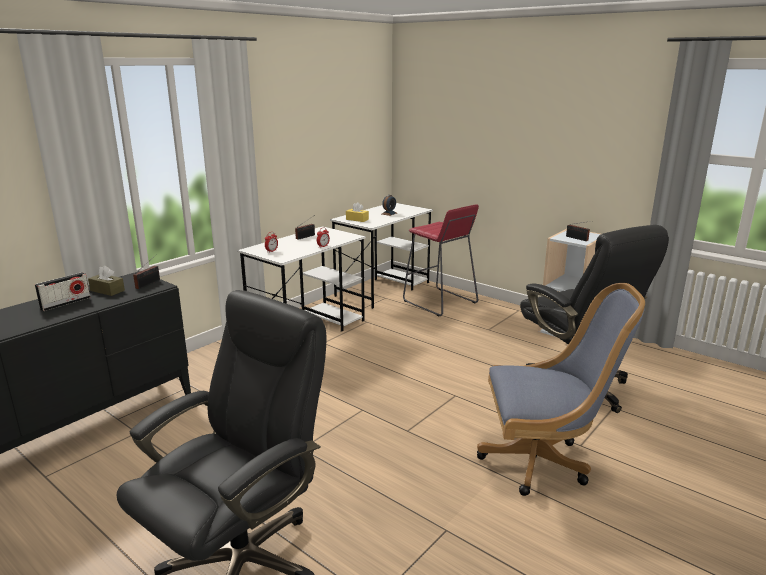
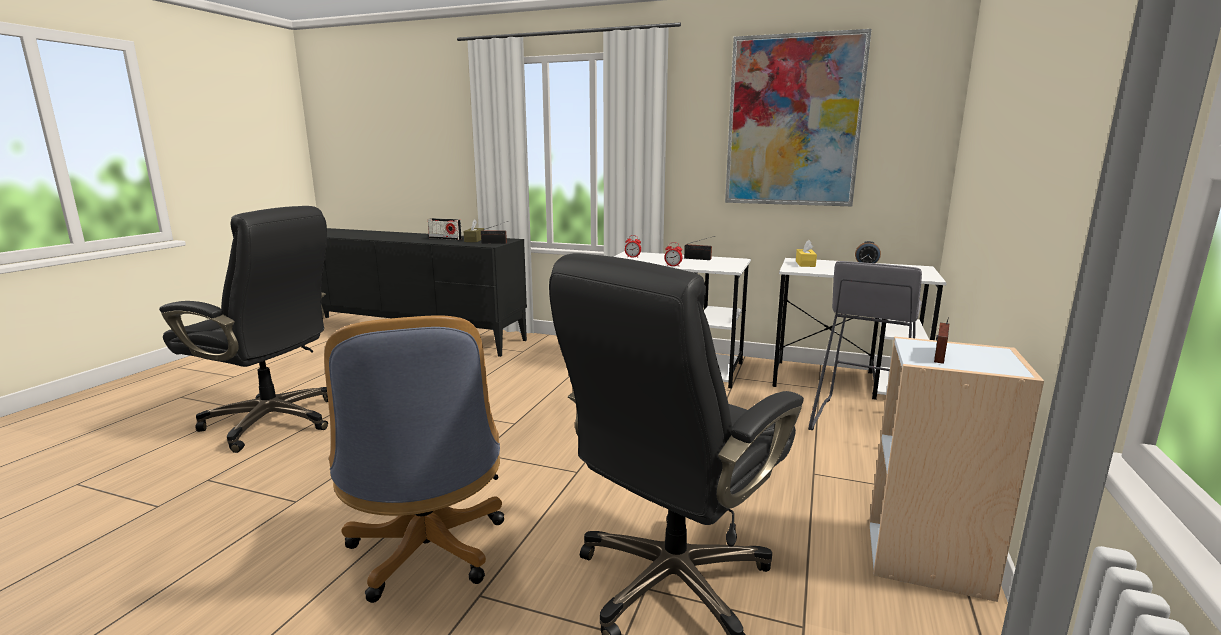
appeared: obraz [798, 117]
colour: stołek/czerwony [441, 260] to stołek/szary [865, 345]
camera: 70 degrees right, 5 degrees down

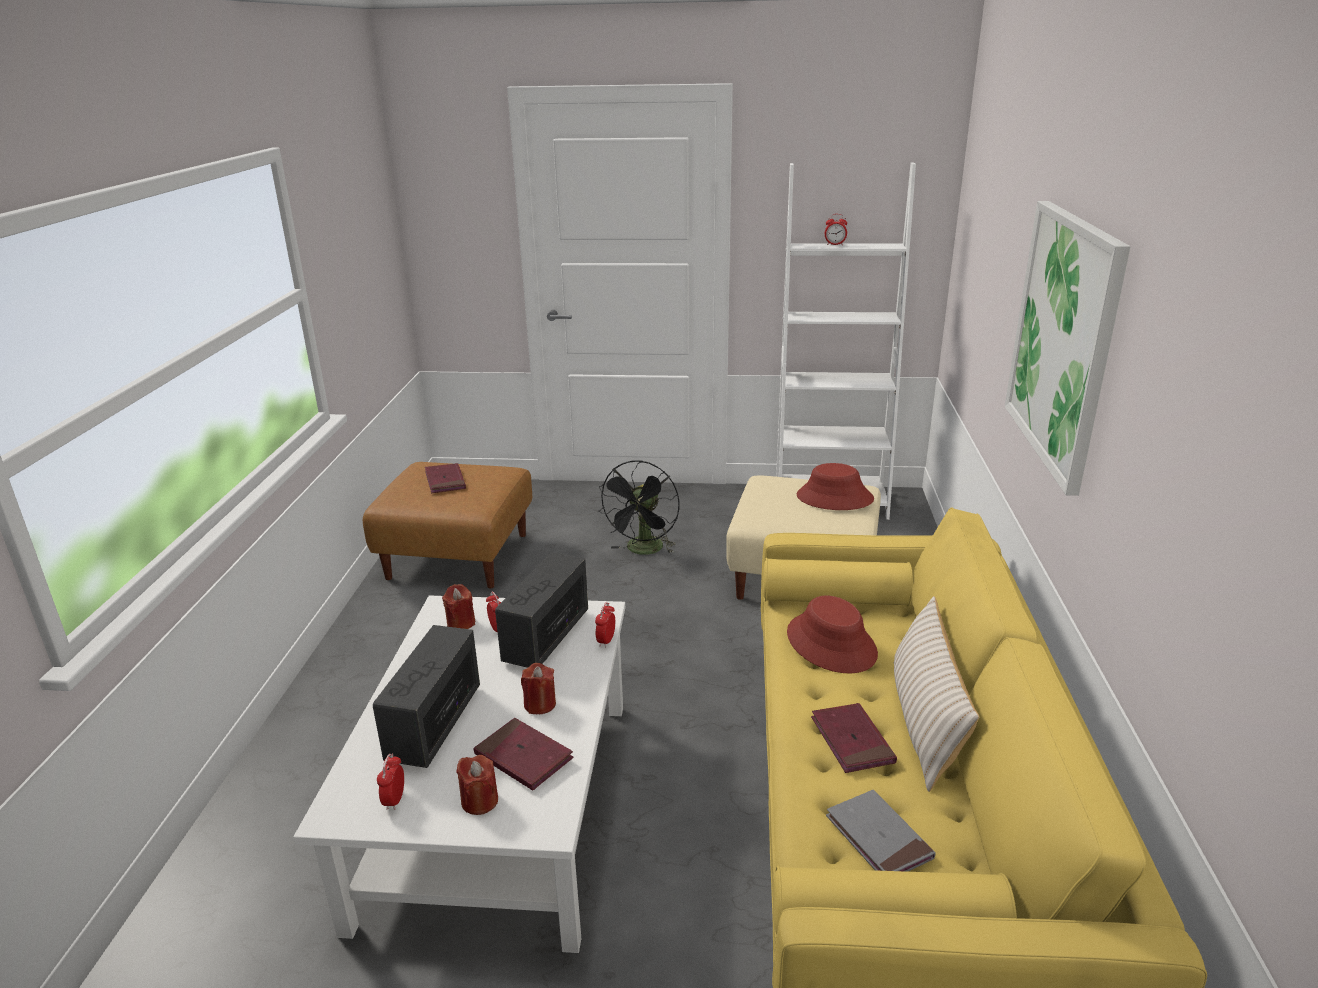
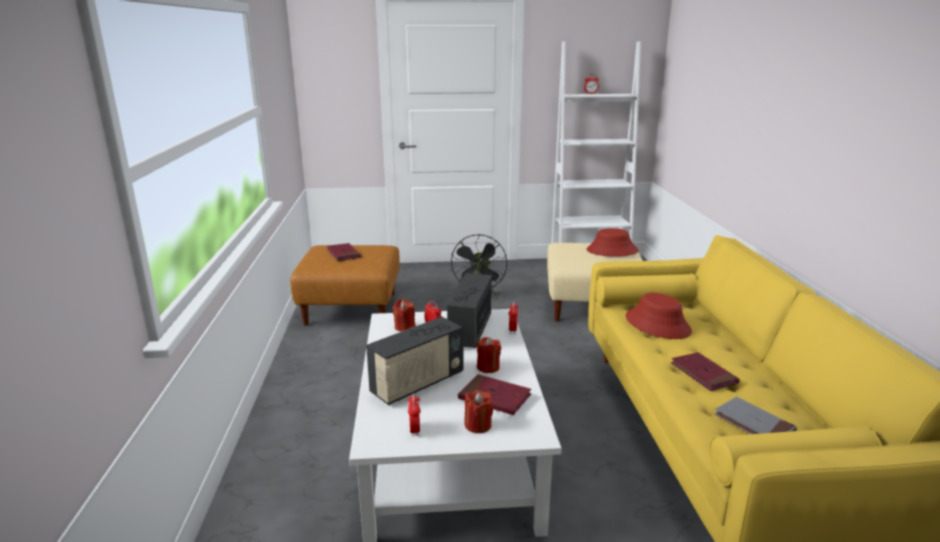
missing: obraz [1068, 348]; poduszka/beżowy [936, 694]
spun: radio [426, 696] = [415, 361] 135 degrees counterclockwise
camera: 10 degrees left, 5 degrees down

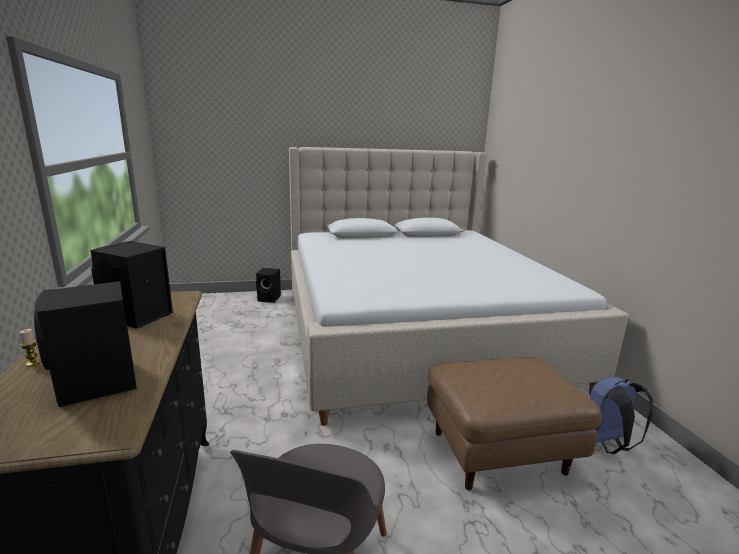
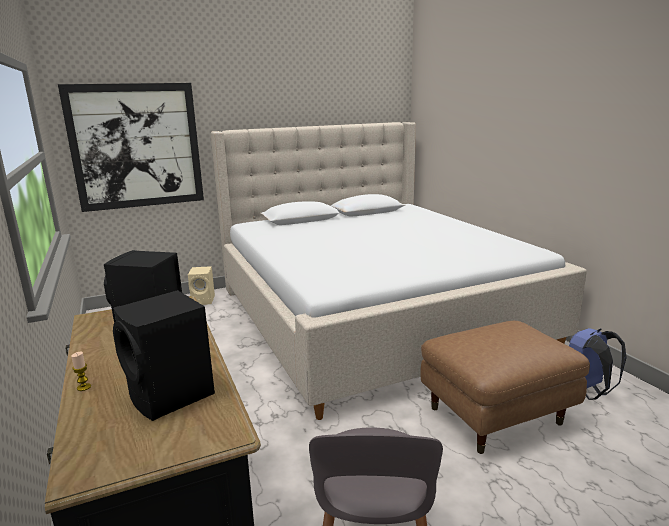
appeared: obraz [131, 147]
colour: głośnik/czarny [268, 285] to głośnik/beżowy [201, 285]
camera: 10 degrees left, 0 degrees up

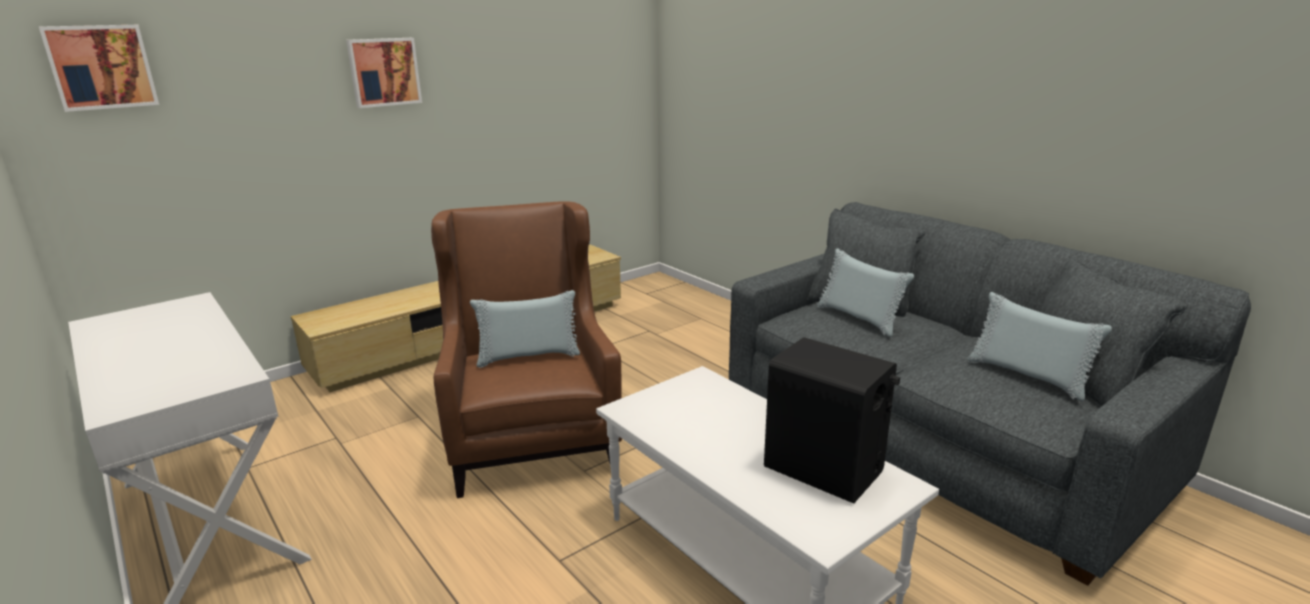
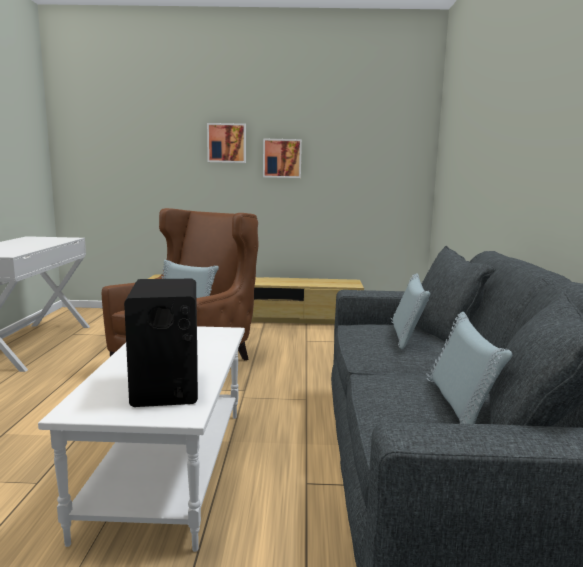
relocated: obraz [99, 68] to [282, 158]
camera: 40 degrees right, 10 degrees down

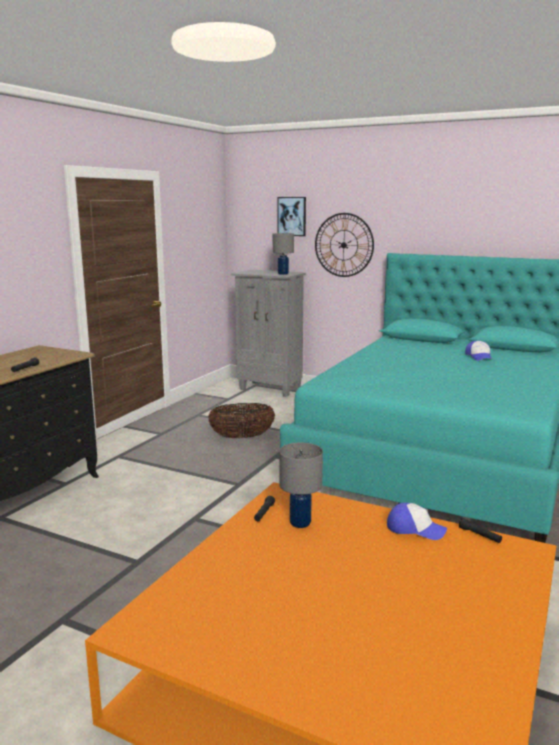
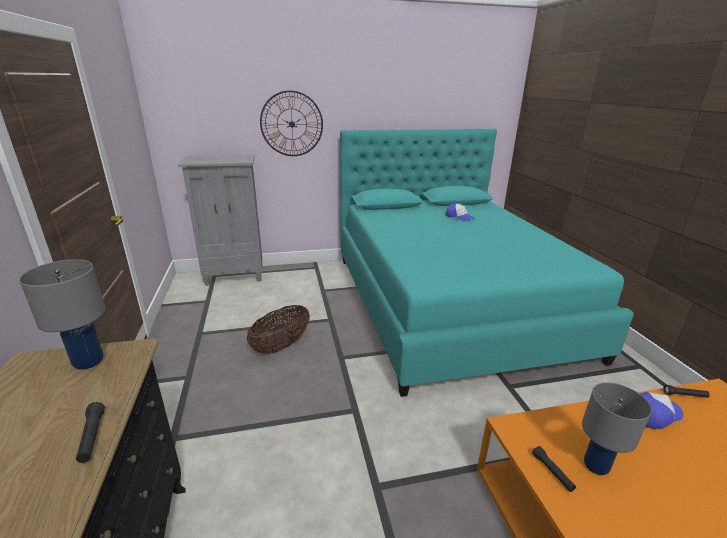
missing: obraz [291, 216]
relocated: lampa stołowa/szary [283, 254] to [62, 314]
camera: 40 degrees left, 10 degrees up

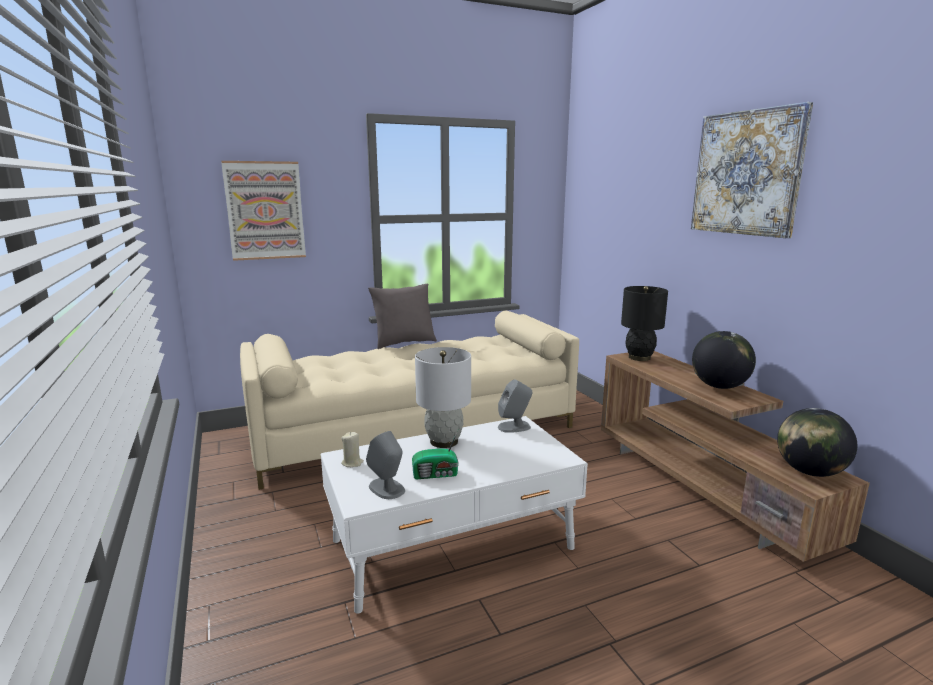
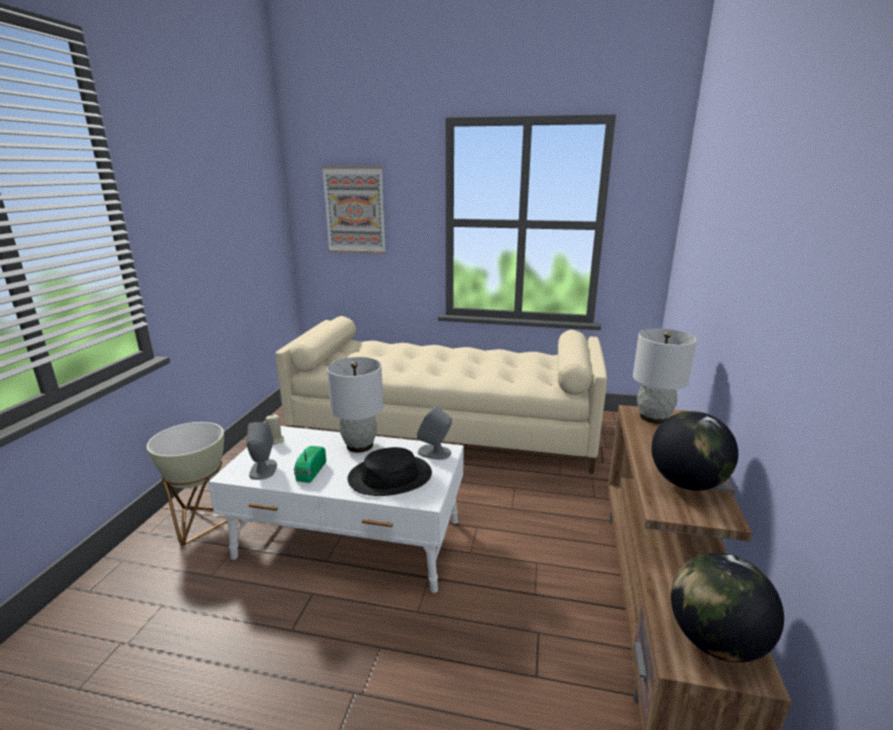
missing: obraz [752, 170]; poduszka/szary [402, 316]
appeared: donica [187, 483]; kapelusz/czarny [389, 471]
colour: lampa stołowa/czarny [644, 323] to lampa stołowa/biały [665, 376]
spun: radio [435, 454] = [310, 464] 75 degrees clockwise
camera: 35 degrees right, 5 degrees up

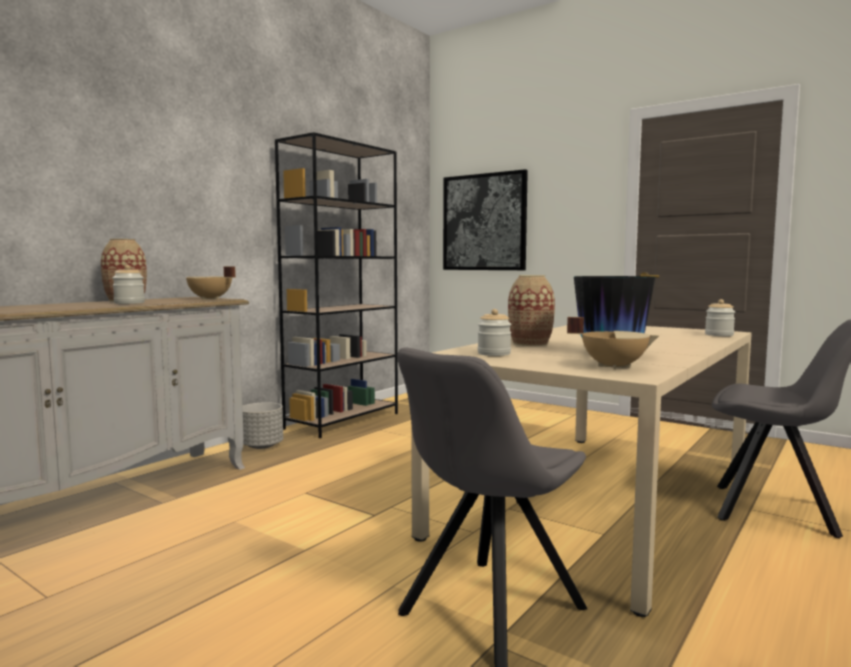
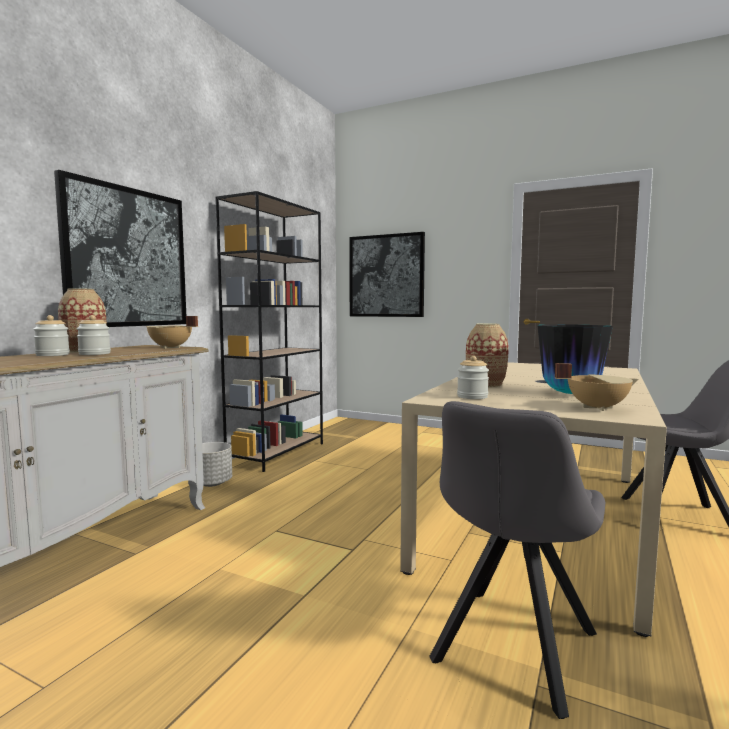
appeared: obraz [120, 248]
relocated: słoik [720, 317] to [51, 335]
camera: 10 degrees left, 0 degrees up

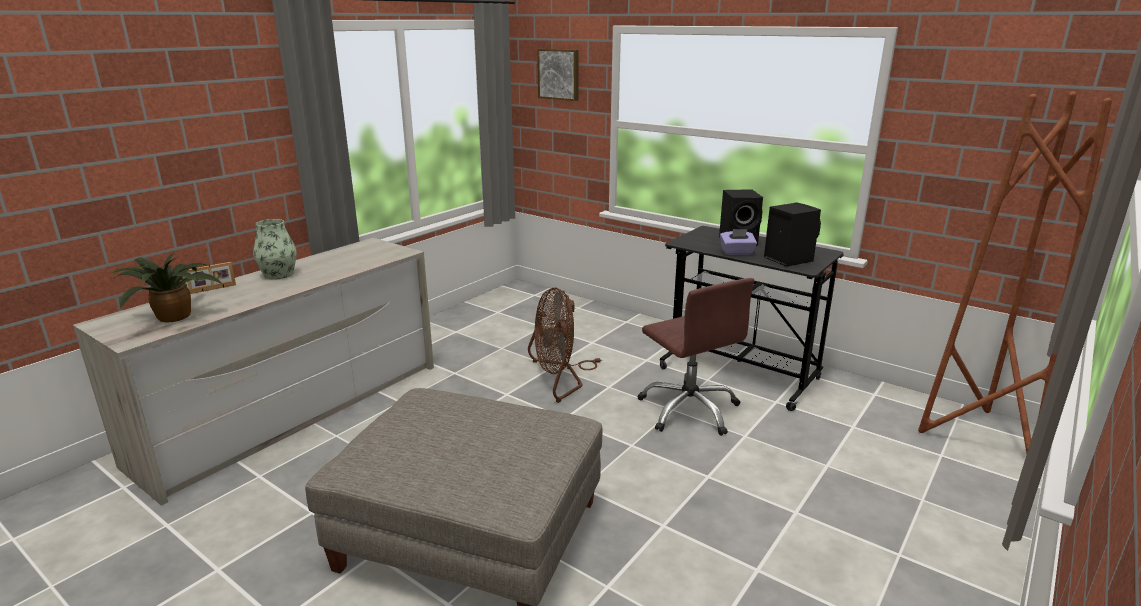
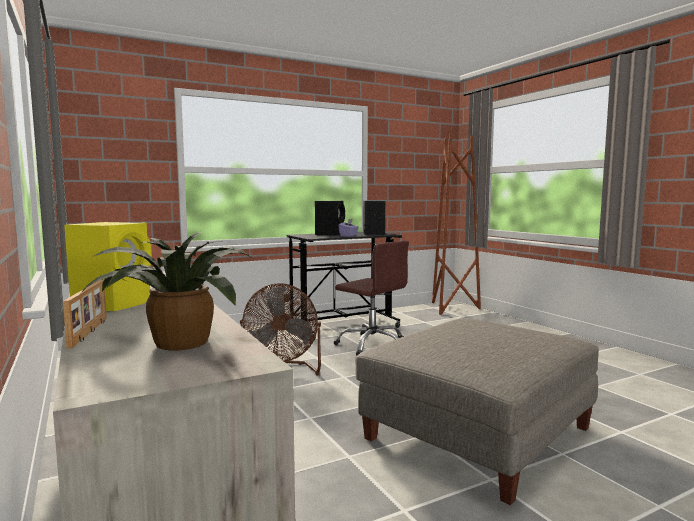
missing: obraz [558, 75]
exchanged: wazon [275, 249] to głośnik/żółty [108, 266]
spun: krzesło biurowe/brązowy [695, 357] = [371, 298] 45 degrees clockwise
camera: 65 degrees left, 15 degrees down

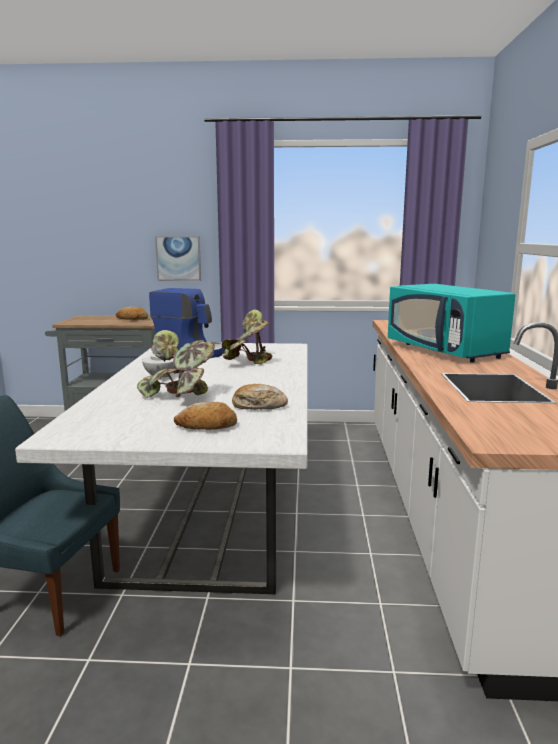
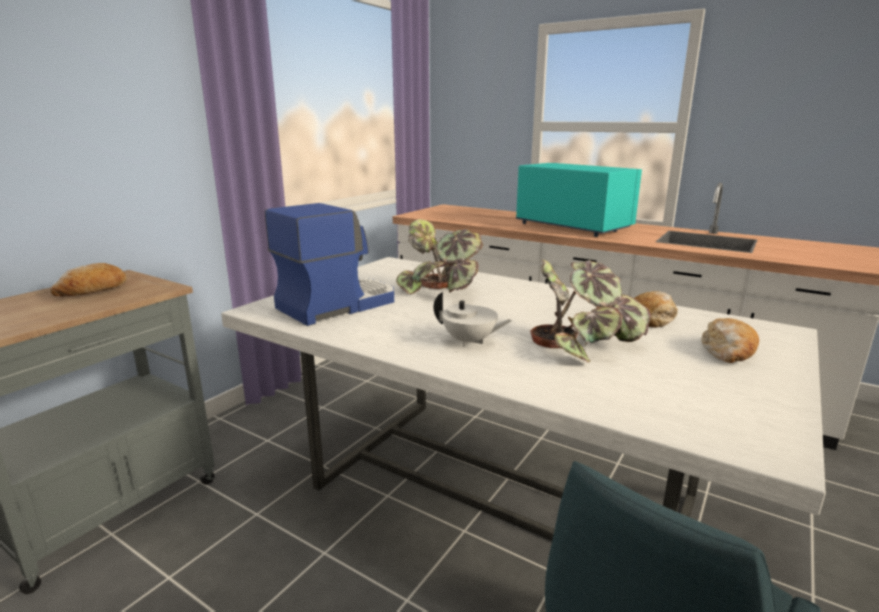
missing: obraz [178, 258]
spun: mikrofalówka/turkusowy [451, 323] = [579, 200] 135 degrees counterclockwise
camera: 60 degrees left, 5 degrees up

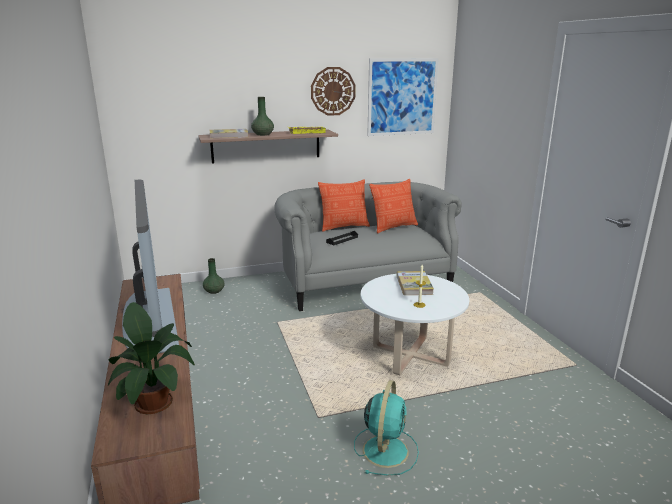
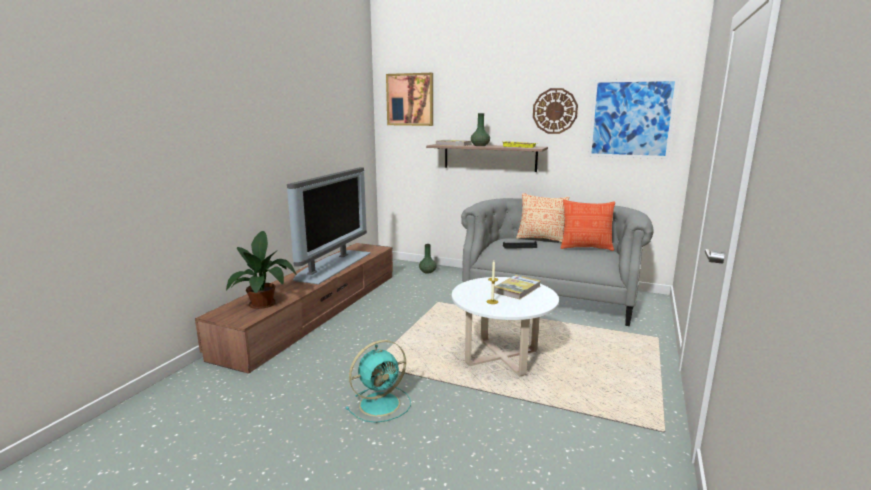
appeared: obraz [409, 99]
colour: poduszka/pomarańczowy [344, 205] to poduszka/beżowy [542, 217]
camera: 40 degrees right, 5 degrees down

